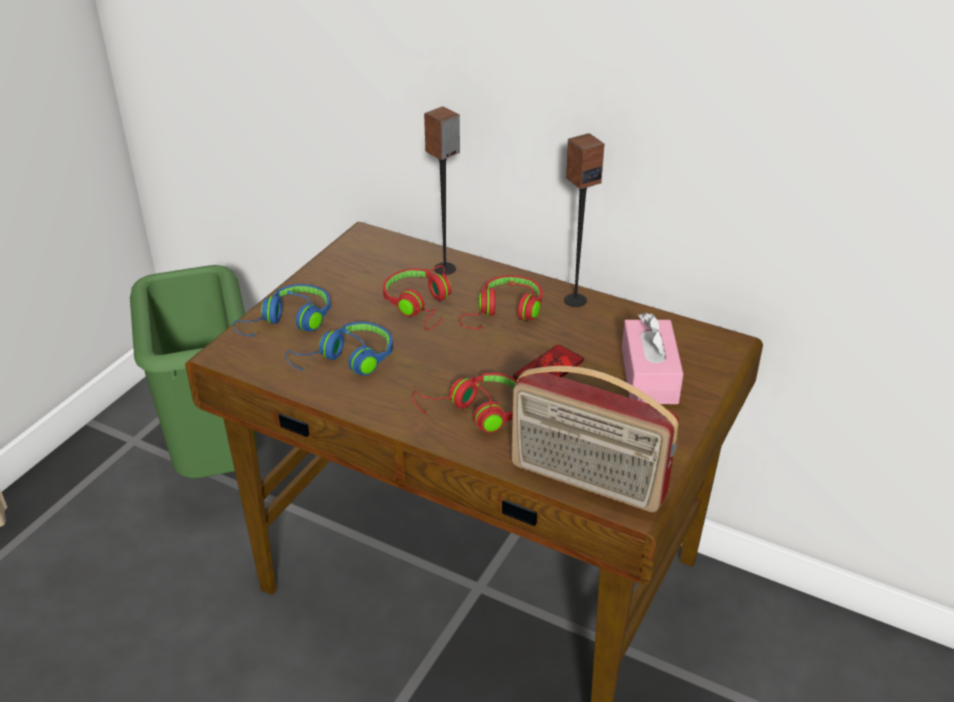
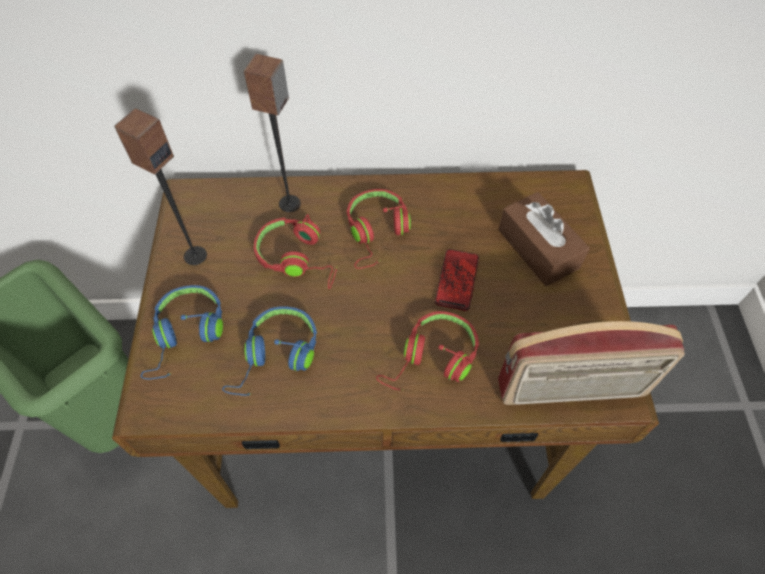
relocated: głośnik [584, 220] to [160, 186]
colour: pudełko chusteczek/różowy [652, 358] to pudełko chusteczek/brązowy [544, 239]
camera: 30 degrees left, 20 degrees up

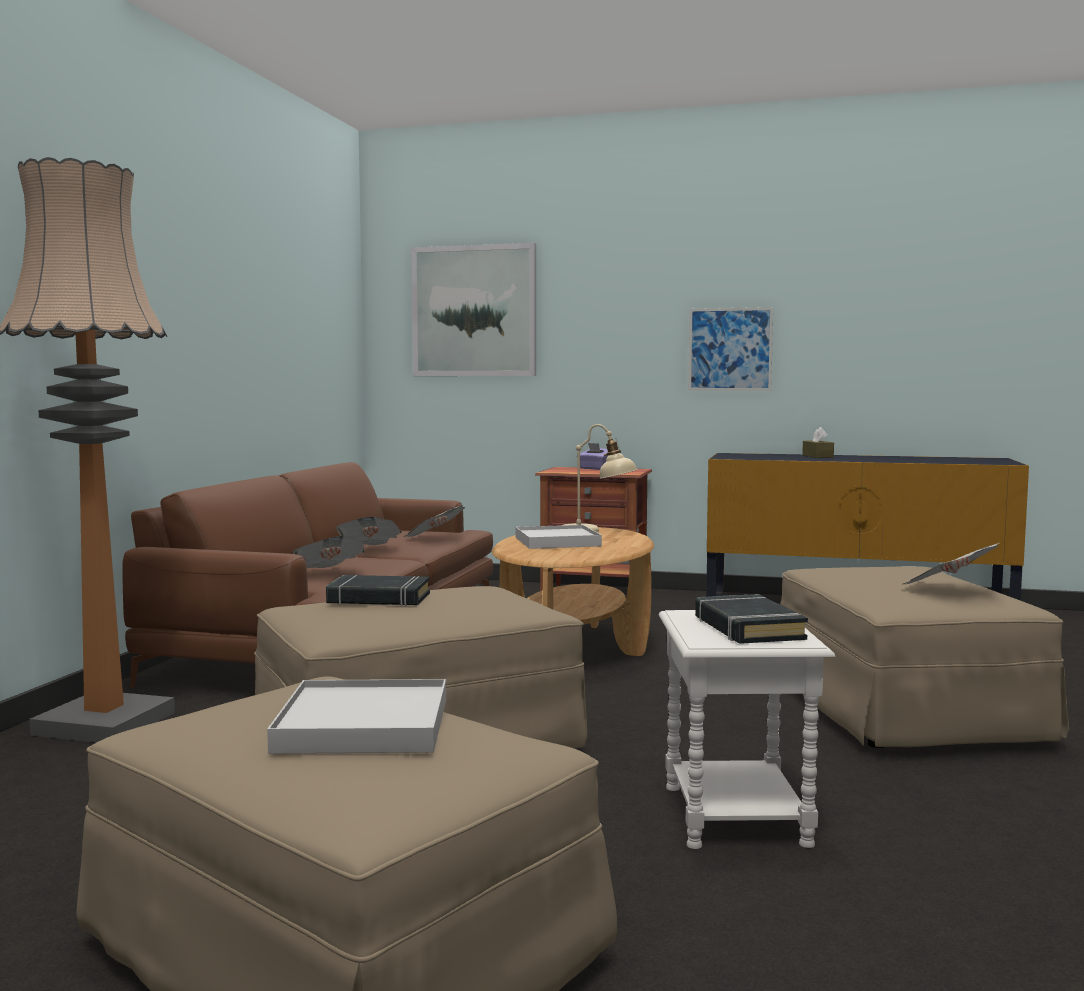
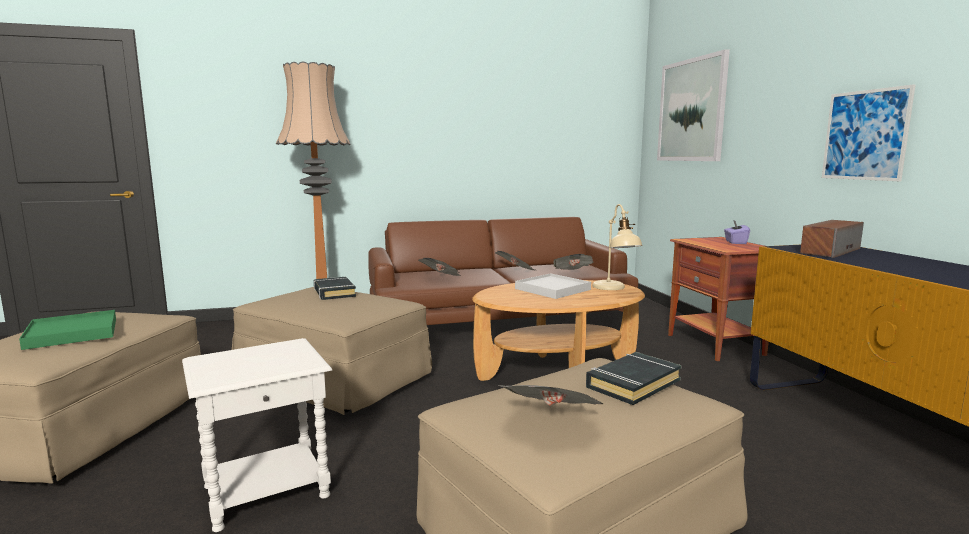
missing: pudełko chusteczek/brązowy [818, 442]
appeared: głośnik [832, 239]
relocated: książka/czarny [751, 619] to [634, 378]
colour: taca/biały [356, 716] to taca/zielony [67, 330]
camera: 60 degrees right, 5 degrees up

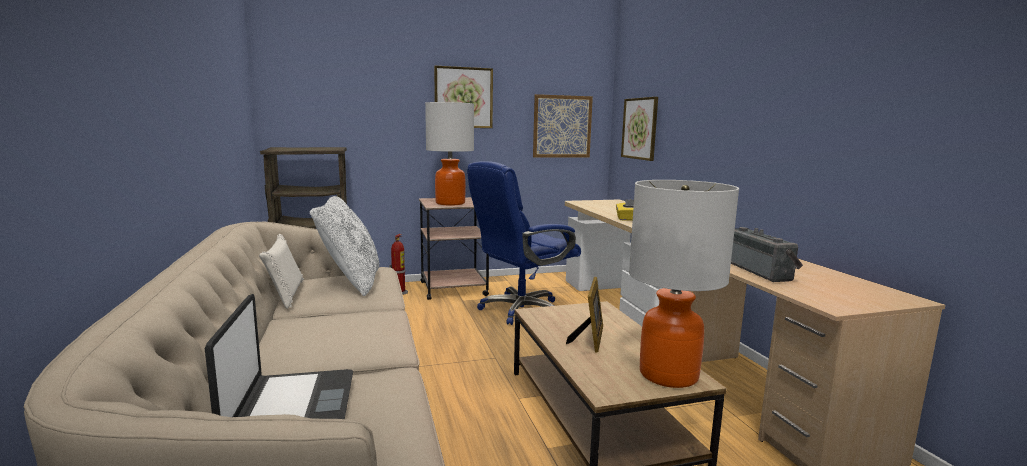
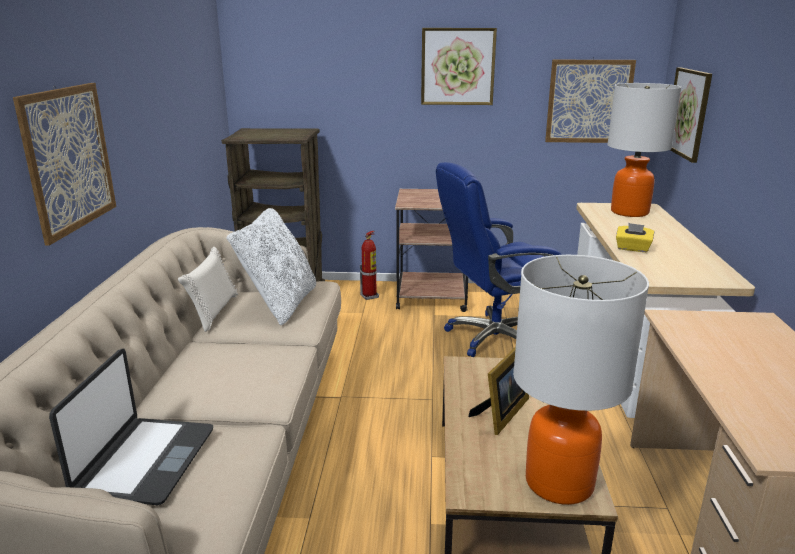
missing: radio [767, 254]
appeared: obraz [64, 164]
relocated: lampa stołowa [449, 154] to [644, 150]
camera: 20 degrees right, 10 degrees up

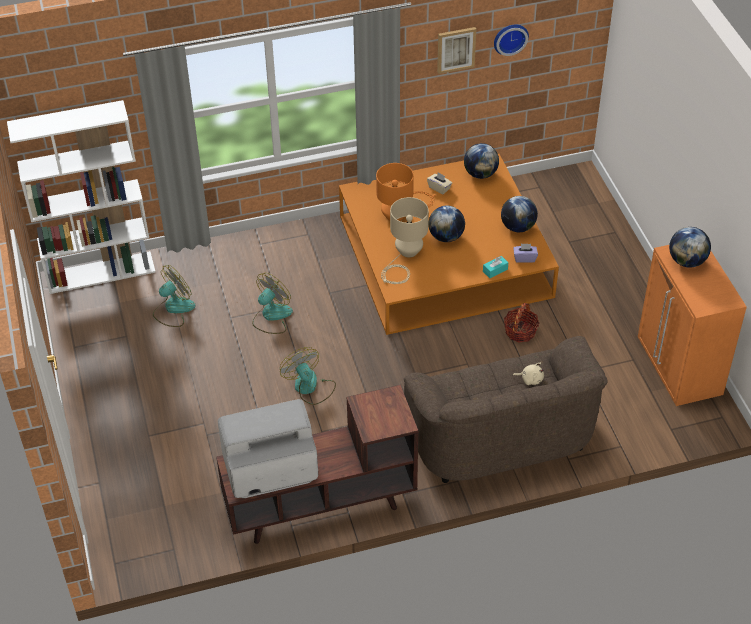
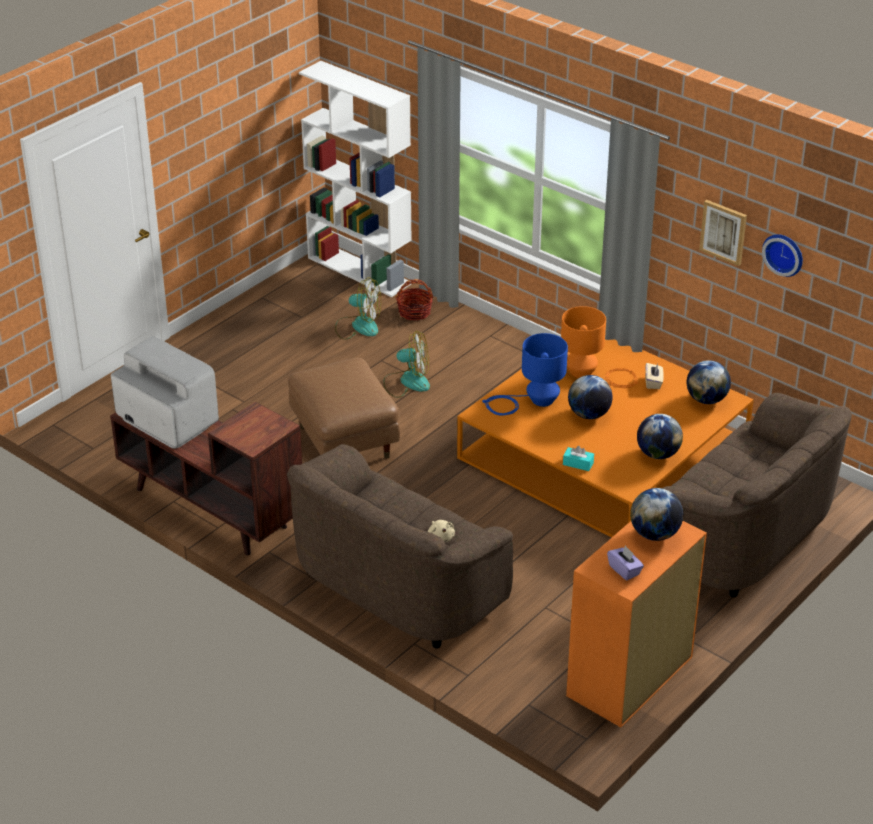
appeared: kanapa/brązowy [757, 495]
relocated: pudełko chusteczek/fioletowy [525, 253] to [625, 563]; koszyk [521, 322] to [414, 300]
exchanged: wentylator [308, 376] to pufa/brązowy [344, 408]
colour: lampa stołowa/beżowy [405, 240] to lampa stołowa/niebieski [525, 374]
camera: 55 degrees right, 10 degrees down

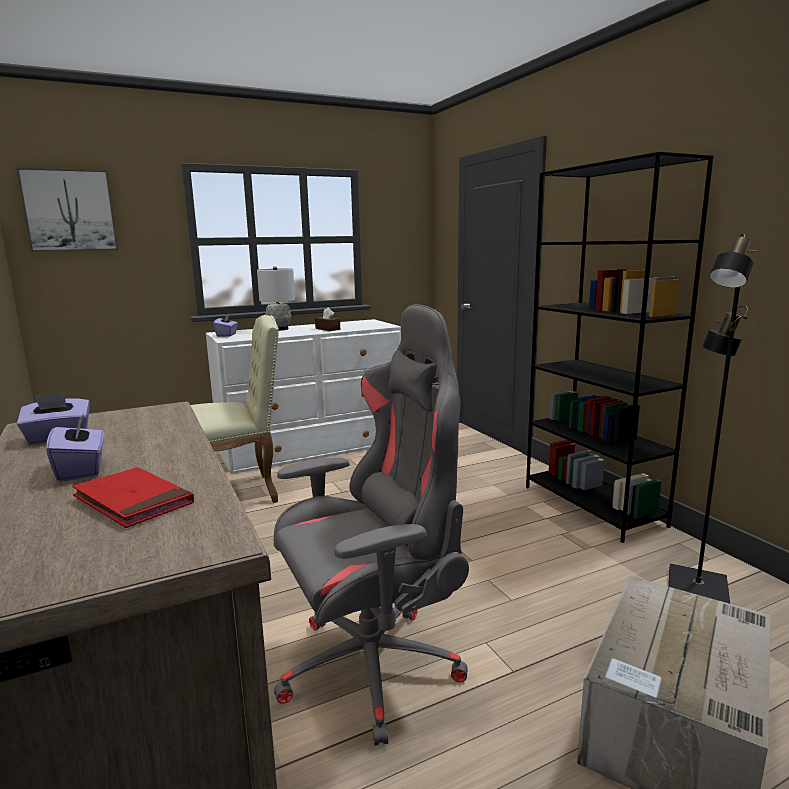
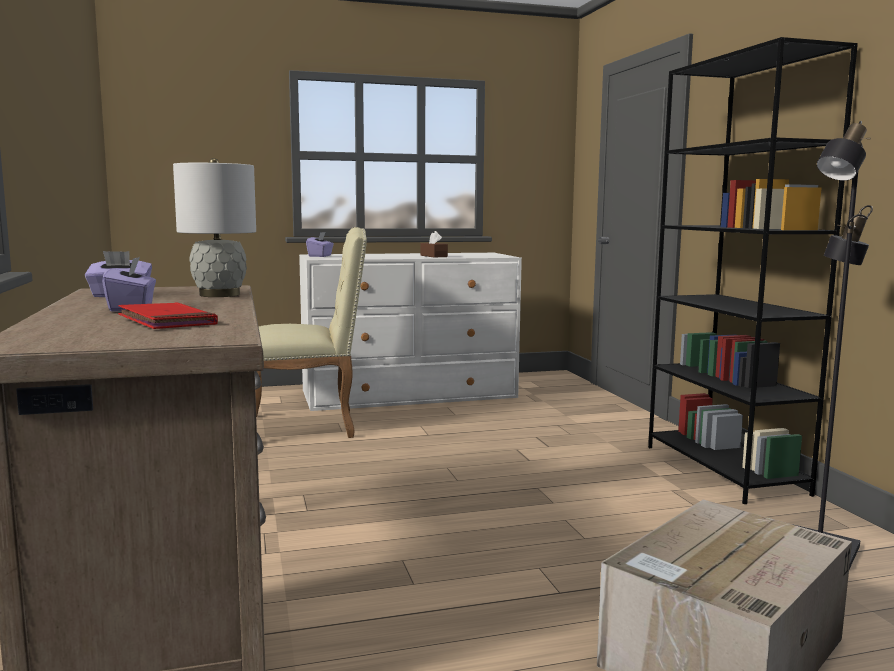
missing: obraz [67, 209]; krzesło biurowe/szary [371, 525]
relocated: lampa stołowa/biały [276, 298] to [214, 227]
camera: 10 degrees right, 5 degrees down

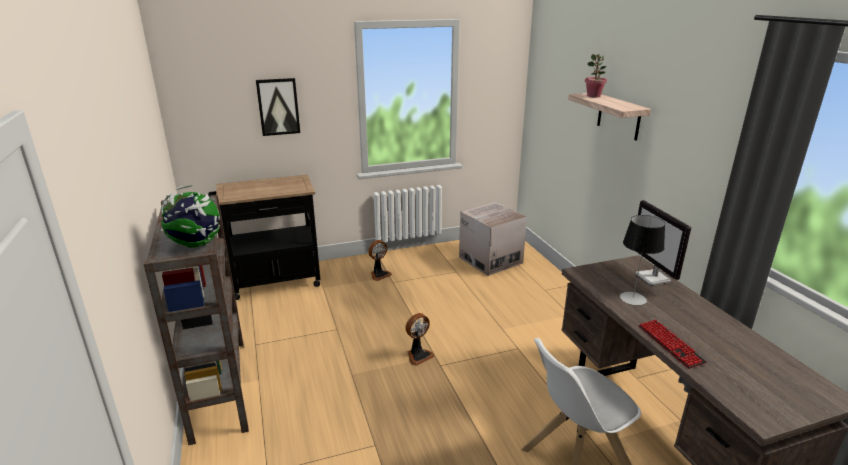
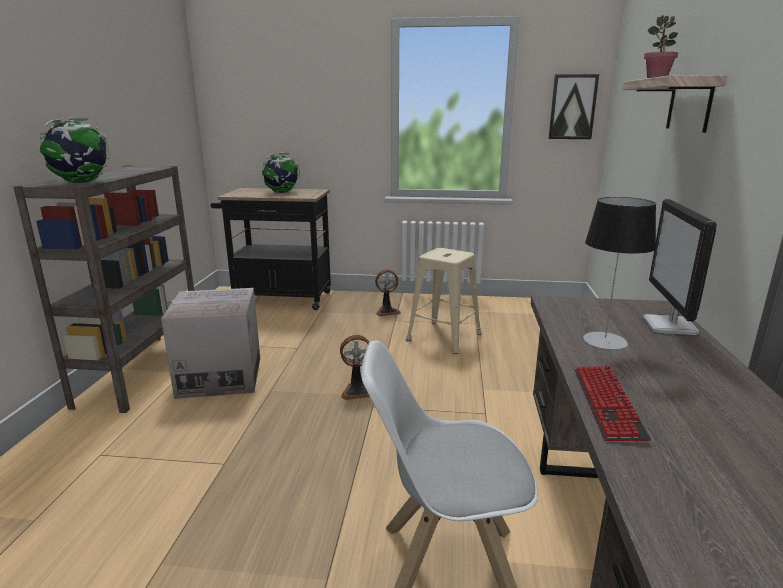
appeared: globus [281, 173]; stołek/beżowy [444, 301]
relocated: obraz [278, 107] to [574, 106]; karton [493, 239] to [210, 343]
camera: 25 degrees right, 5 degrees down

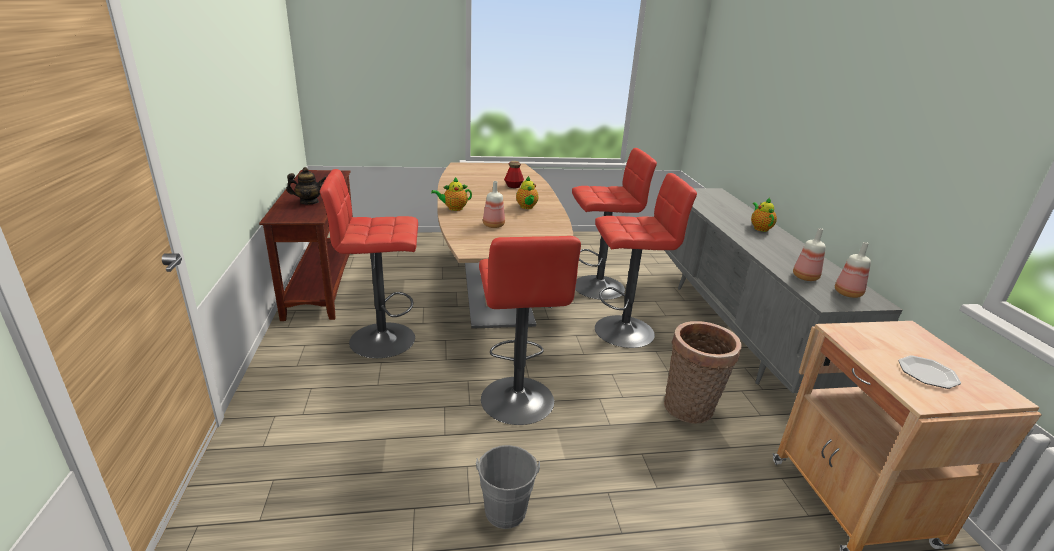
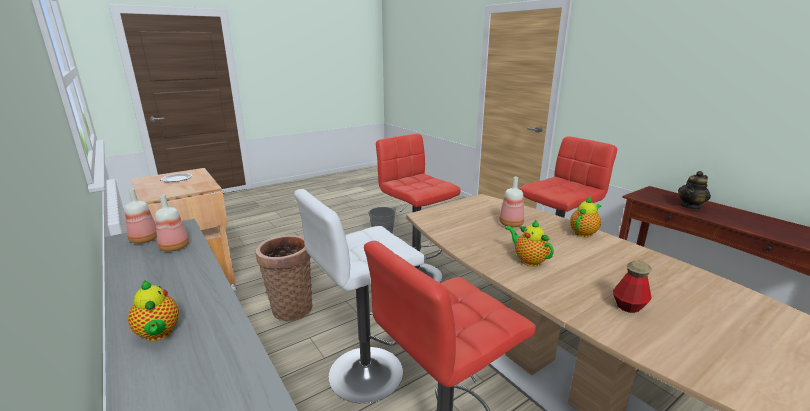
colour: stołek/czerwony [646, 260] to stołek/biały [359, 296]
camera: 155 degrees right, 5 degrees down

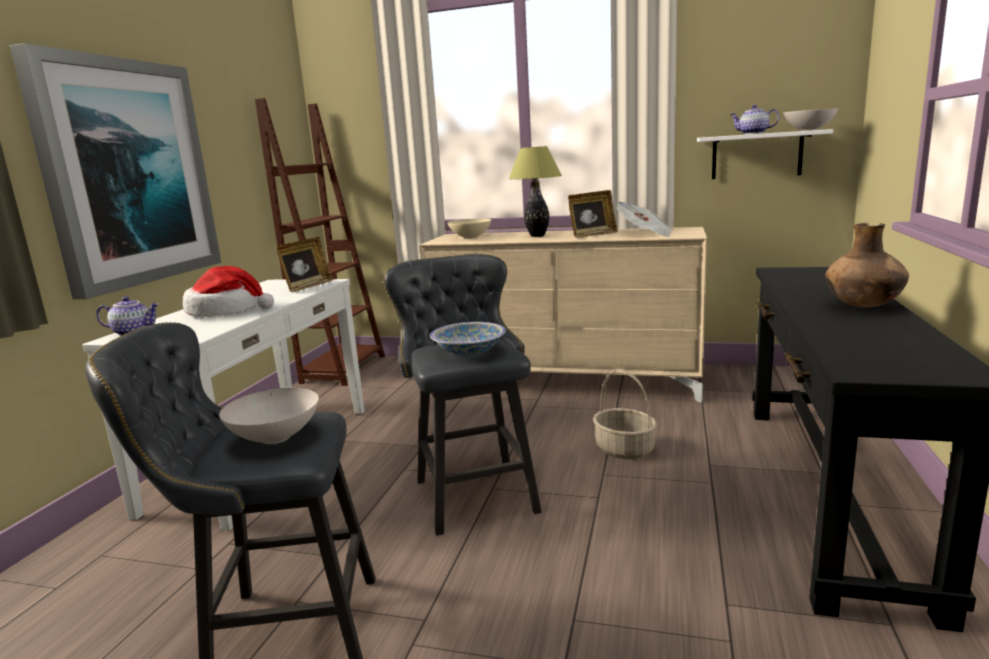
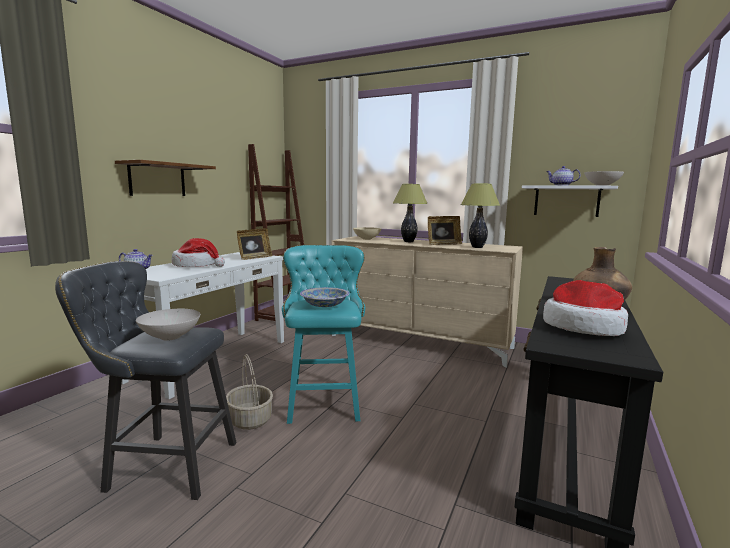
appeared: kapelusz [585, 308]
relocated: koszyk [625, 414] to [249, 392]
exchanged: obraz [115, 171] to półka/brązowy [165, 178]; gazeta [645, 219] to lampa stołowa [480, 216]
colour: stołek/szary [462, 395] to stołek/turkusowy [323, 334]
camera: 10 degrees right, 5 degrees down

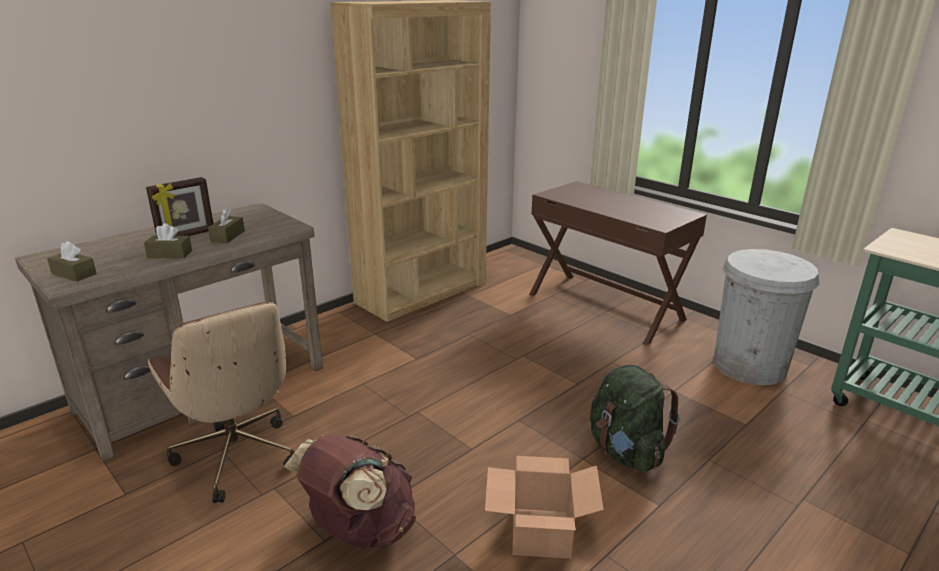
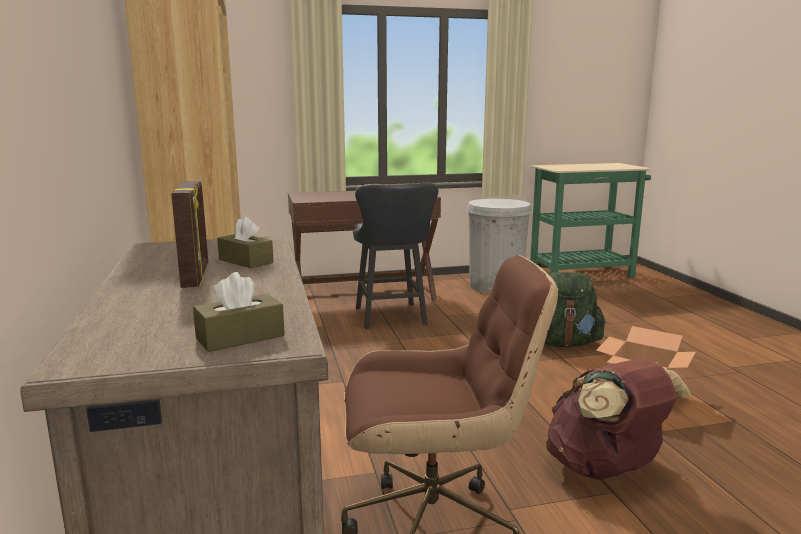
missing: pudełko chusteczek/brązowy [168, 240]
appeared: stołek/szary [395, 255]
camera: 60 degrees left, 10 degrees down

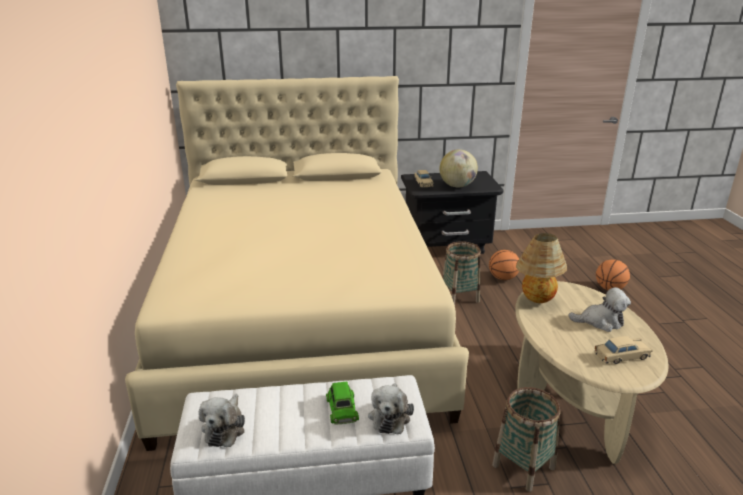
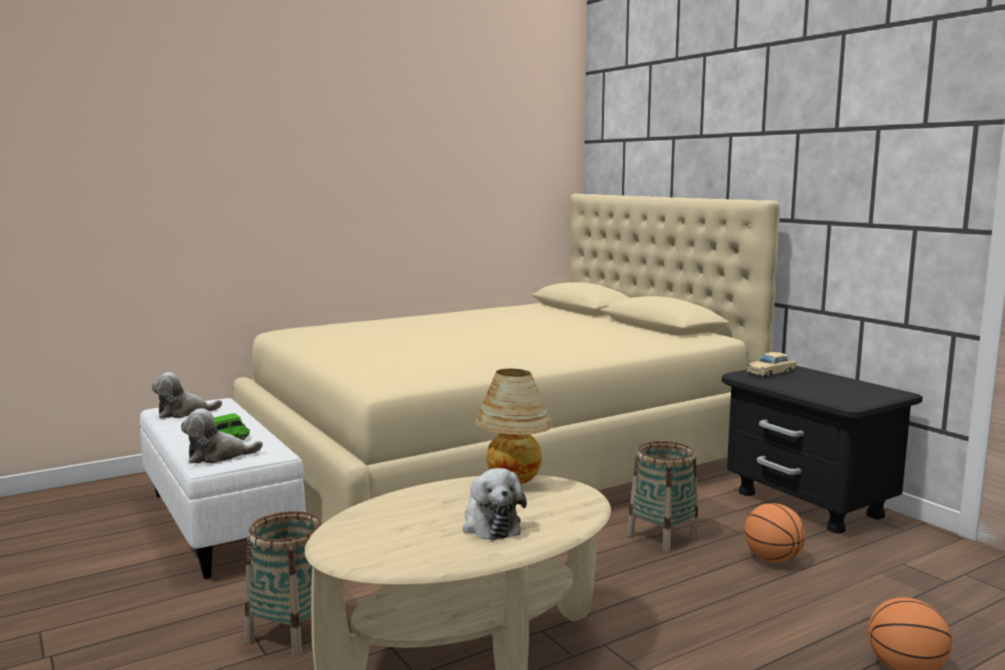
missing: globus [458, 168]; samochodzik/beżowy [623, 350]
camera: 65 degrees right, 15 degrees down

